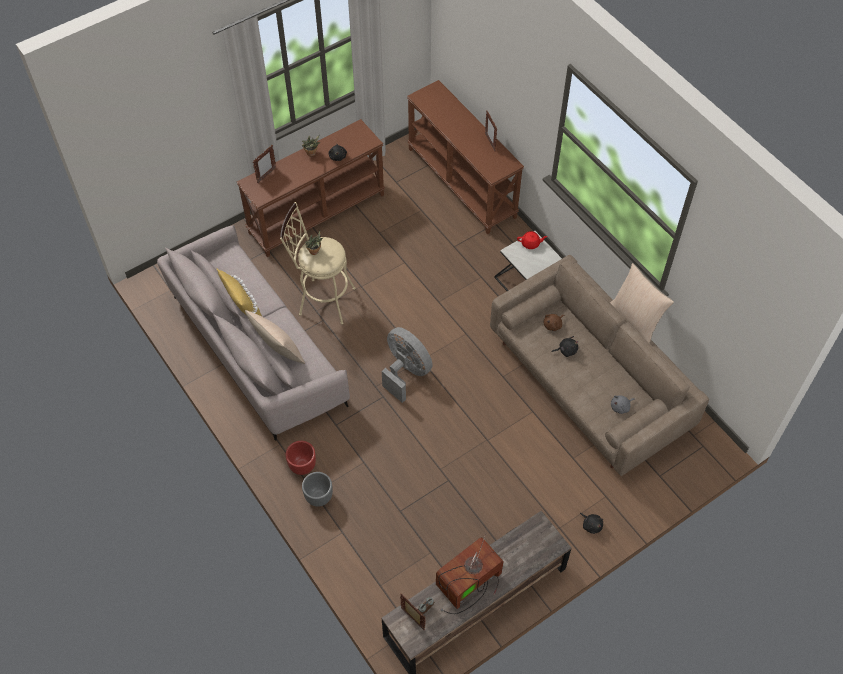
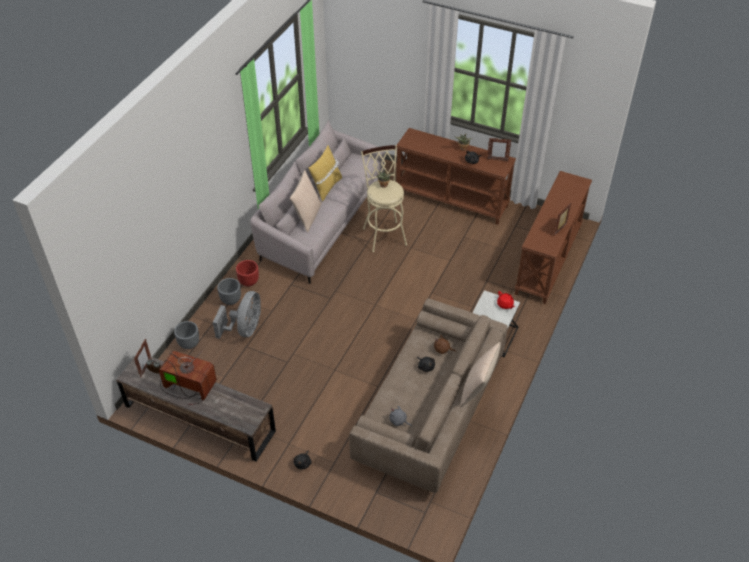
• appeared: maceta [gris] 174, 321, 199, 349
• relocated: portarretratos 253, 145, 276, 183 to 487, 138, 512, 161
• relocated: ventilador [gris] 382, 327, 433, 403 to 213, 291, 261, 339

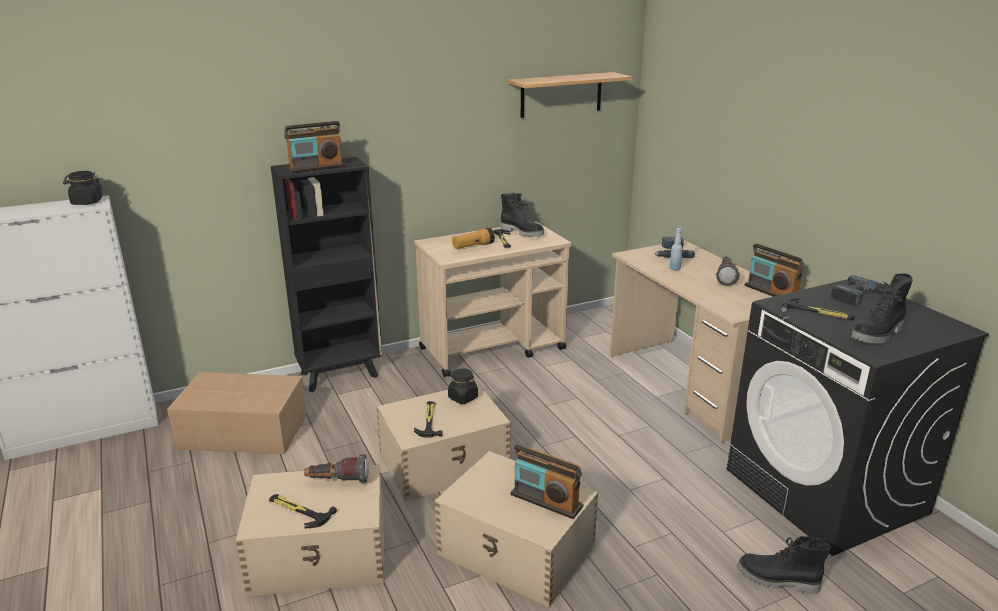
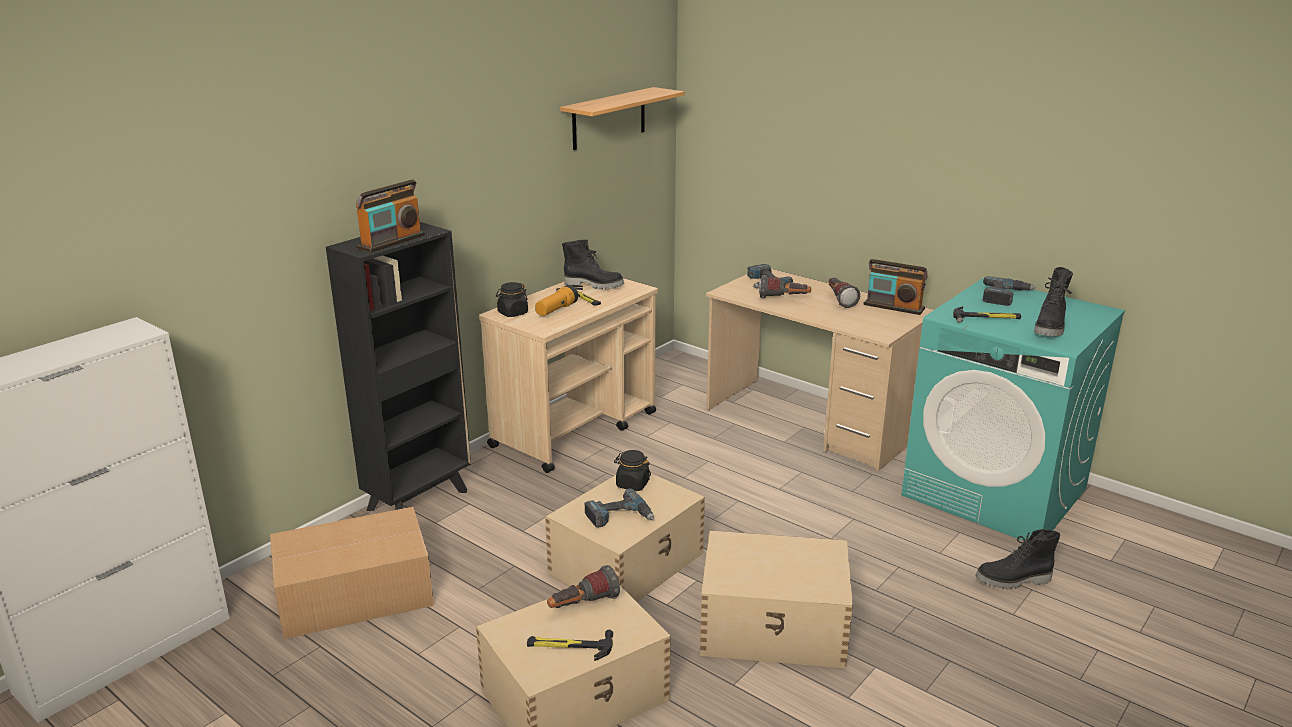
• missing: radio 510, 445, 583, 519
• relocated: tarro [negro] 63, 171, 103, 205 to 496, 282, 528, 317
• exchanged: martillo 414, 401, 443, 438 to taladro 585, 489, 654, 528
• exchanged: botella [azul] 669, 228, 683, 271 to linterna 759, 275, 811, 298
• colour: lavadora [negro] 727, 279, 989, 556 to lavadora [turquesa] 901, 278, 1125, 541

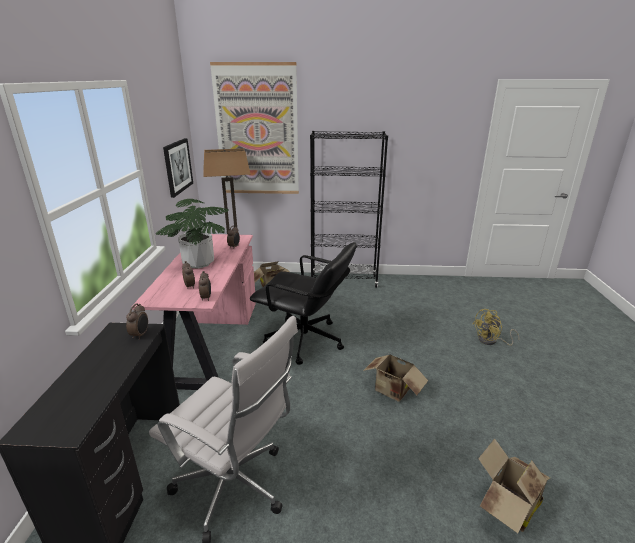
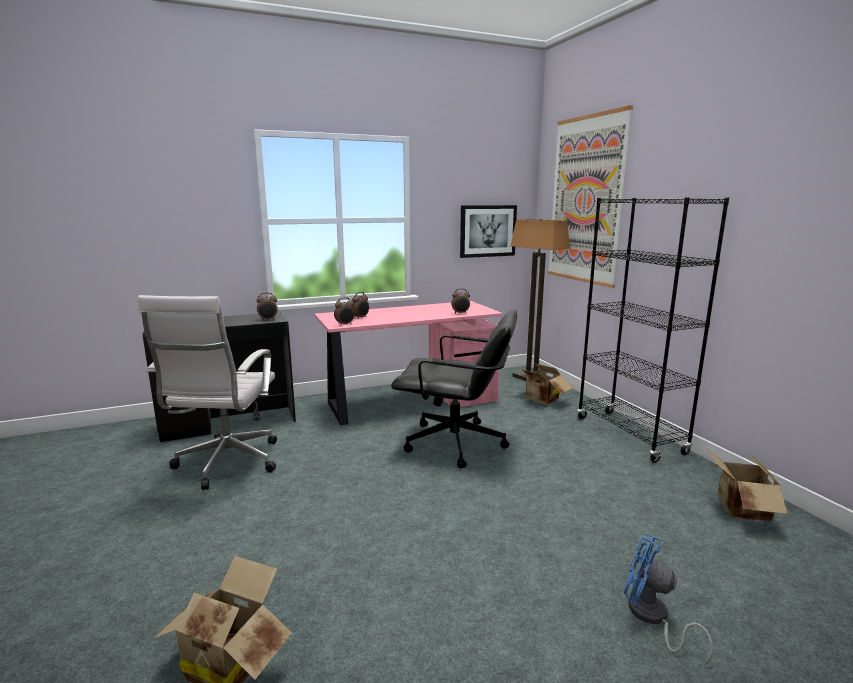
• missing: planta en maceta 156, 199, 229, 269
• relocated: caja de cartón 363, 353, 428, 402 to 707, 449, 788, 521
• colour: ventilador [amarillo] 473, 309, 519, 346 to ventilador [azul] 624, 533, 713, 665
• spun: silla de oficina [negro] 250, 242, 356, 365 = 391, 309, 517, 468 75 degrees counterclockwise

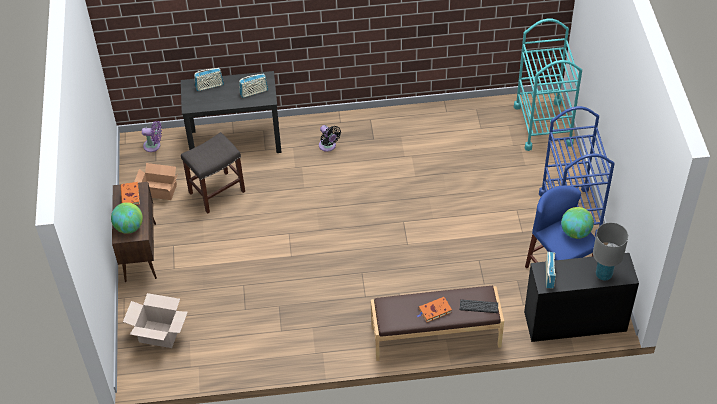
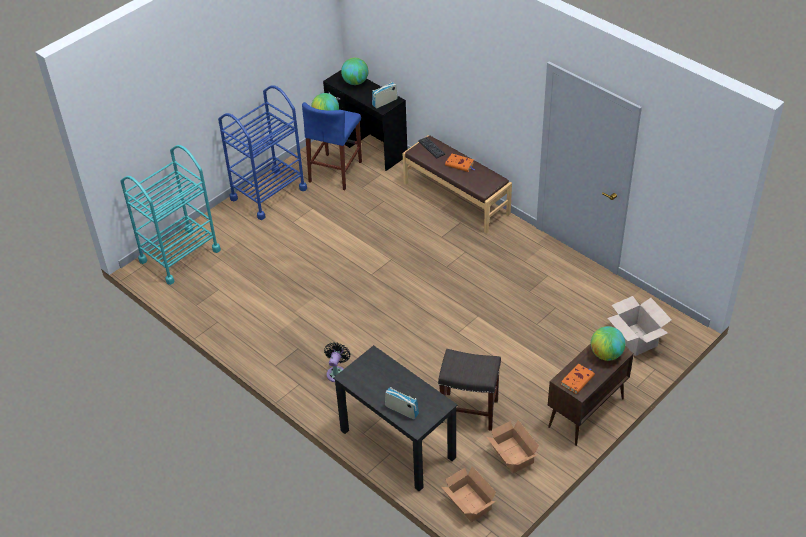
• missing: radio 239, 74, 268, 98
• exchanged: ventilador [morado] 142, 121, 162, 152 to caja de cartón 441, 466, 496, 522
• exchanged: lámpara de mesa [gris] 593, 222, 628, 281 to globo terráqueo 341, 58, 369, 85

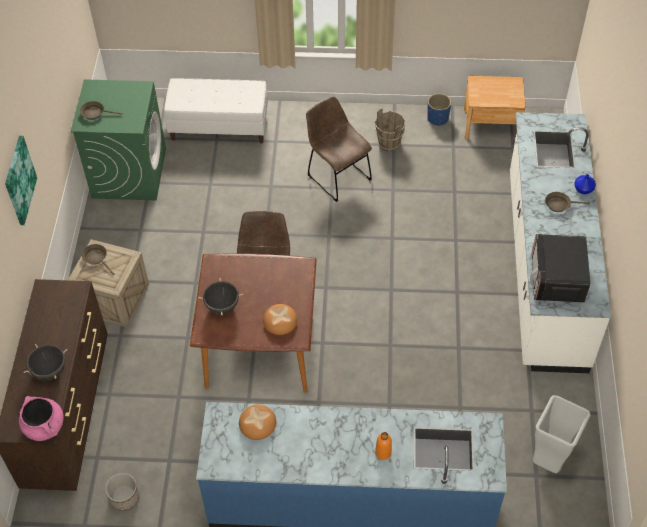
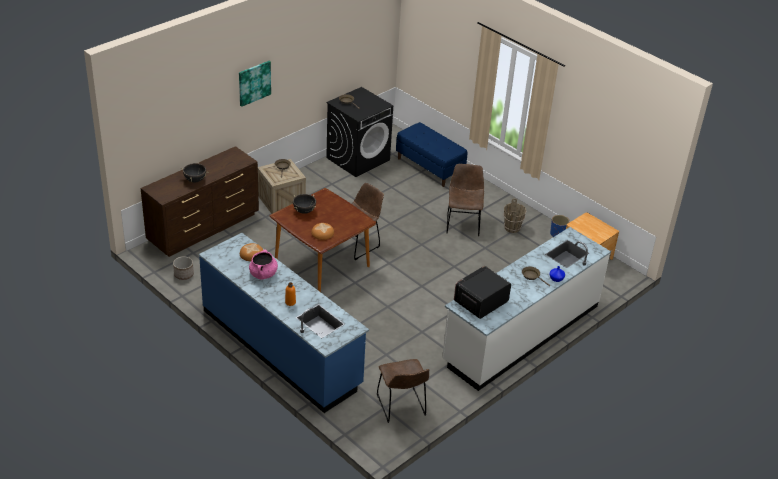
• relocated: olla [rosa] 19, 396, 64, 441 to 249, 250, 278, 279
• exchanged: papelera [gris] 533, 395, 590, 473 to silla [marrón] 377, 359, 429, 423
• colour: lavadora [verde] 71, 79, 166, 200 to lavadora [negro] 326, 87, 393, 177
• colour: banco [blanco] 164, 78, 268, 143 to banco [azul] 396, 122, 467, 187

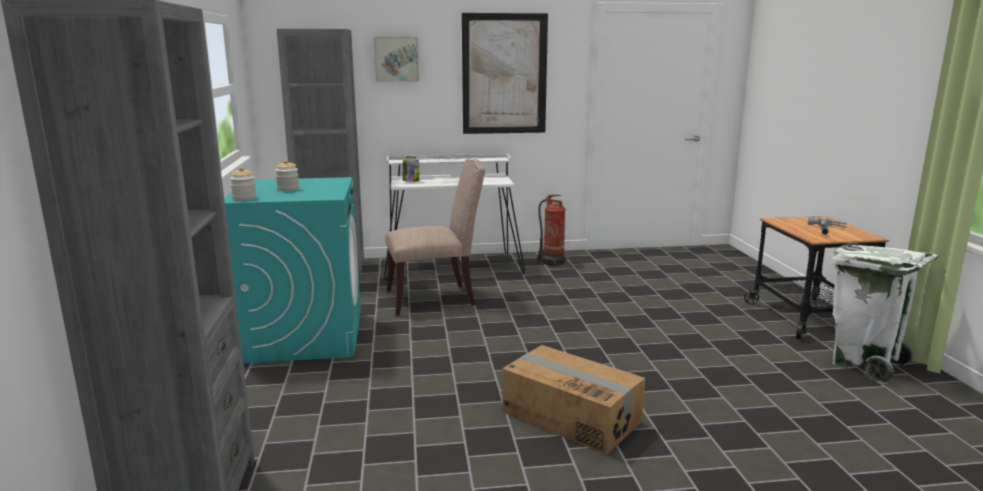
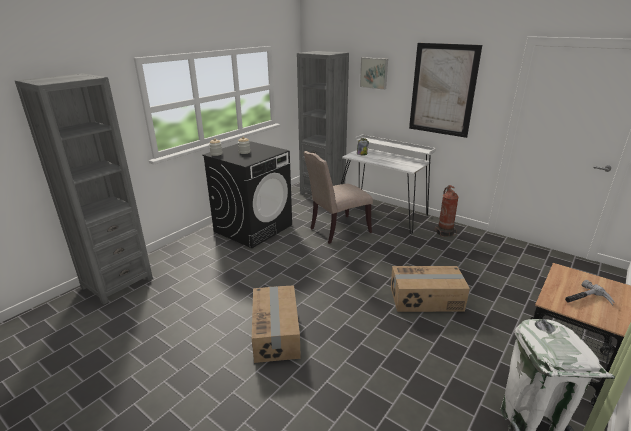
• appeared: caja de cartón 391, 266, 470, 312
• colour: lavadora [turquesa] 224, 177, 361, 363 to lavadora [negro] 202, 141, 292, 248
• spun: silla [beis] 385, 159, 485, 316 = 304, 151, 373, 244 120 degrees clockwise

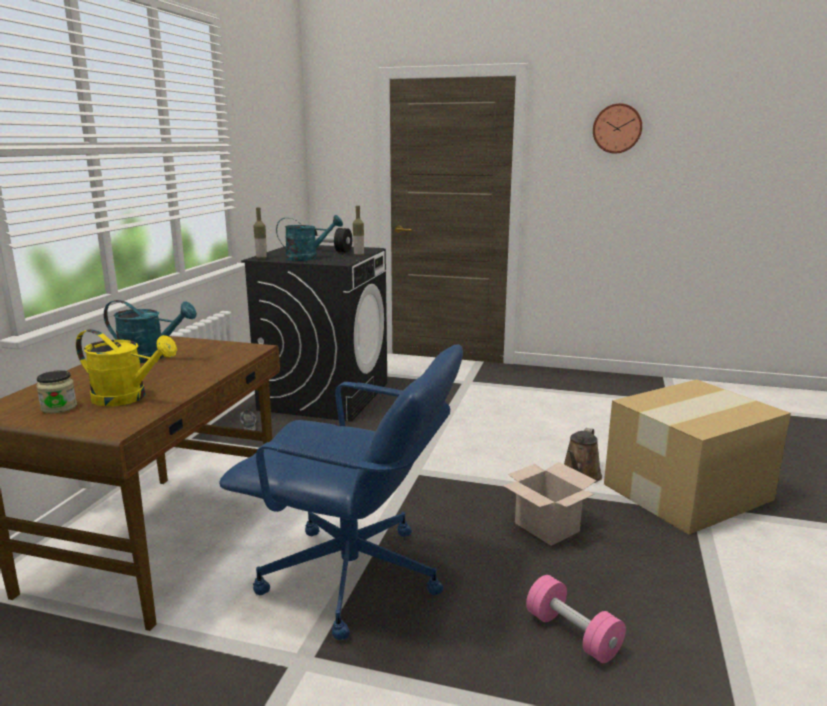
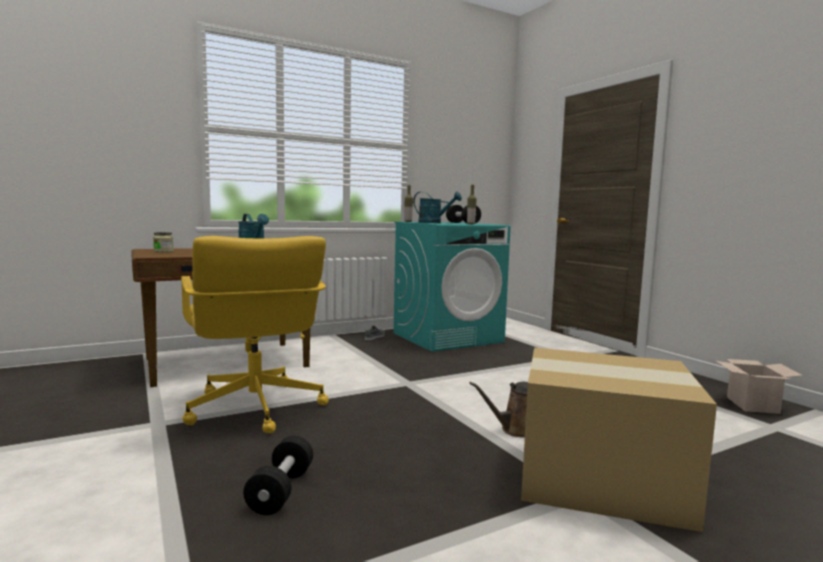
• missing: regadera [amarillo] 76, 329, 177, 406
• missing: reloj de pared 593, 103, 642, 153
• relocated: caja de cartón 503, 462, 597, 546 to 716, 359, 803, 414
• colour: silla de oficina [azul] 219, 344, 463, 640 to silla de oficina [amarillo] 181, 236, 329, 433
• colour: lavadora [negro] 241, 245, 387, 422 to lavadora [turquesa] 394, 222, 511, 352
• colour: mancuerna [rosa] 526, 575, 626, 663 to mancuerna [negro] 243, 435, 313, 515

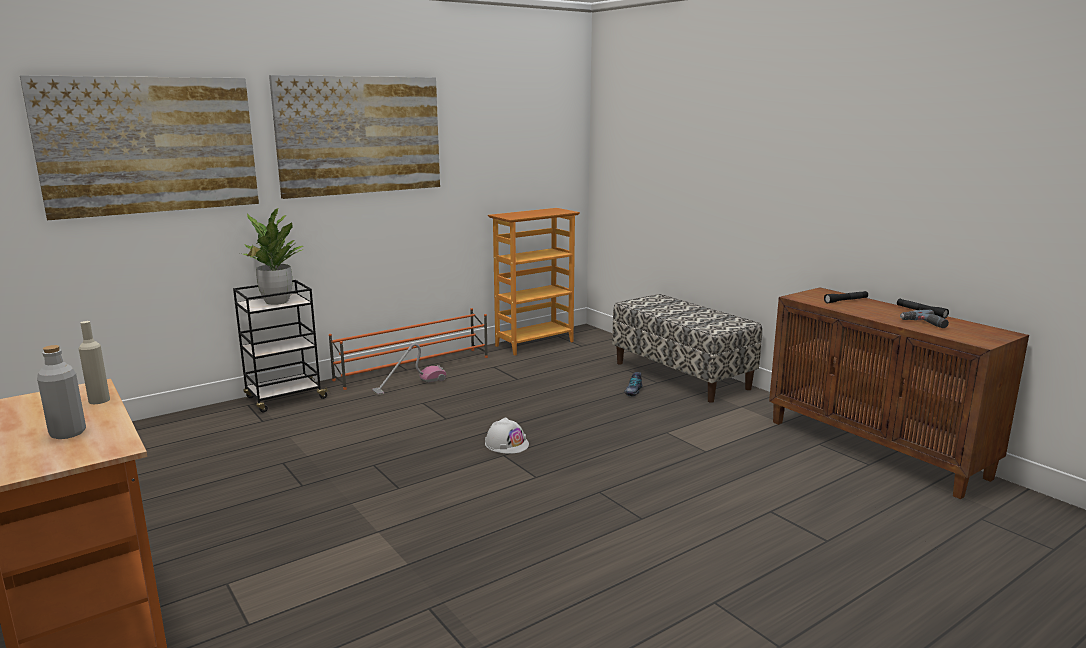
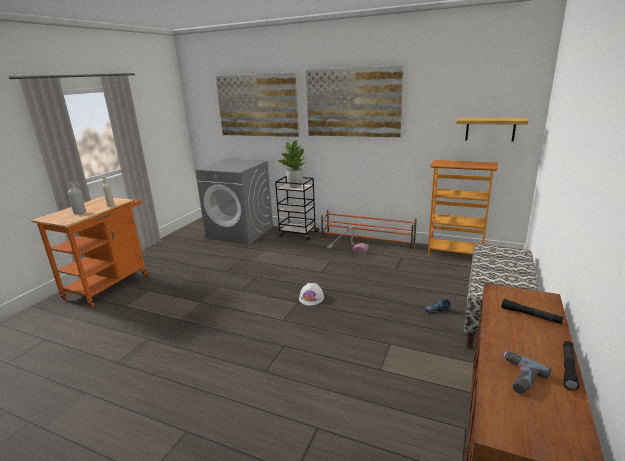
• appeared: lavadora [gris] 195, 159, 273, 244
• appeared: estante 456, 118, 529, 141

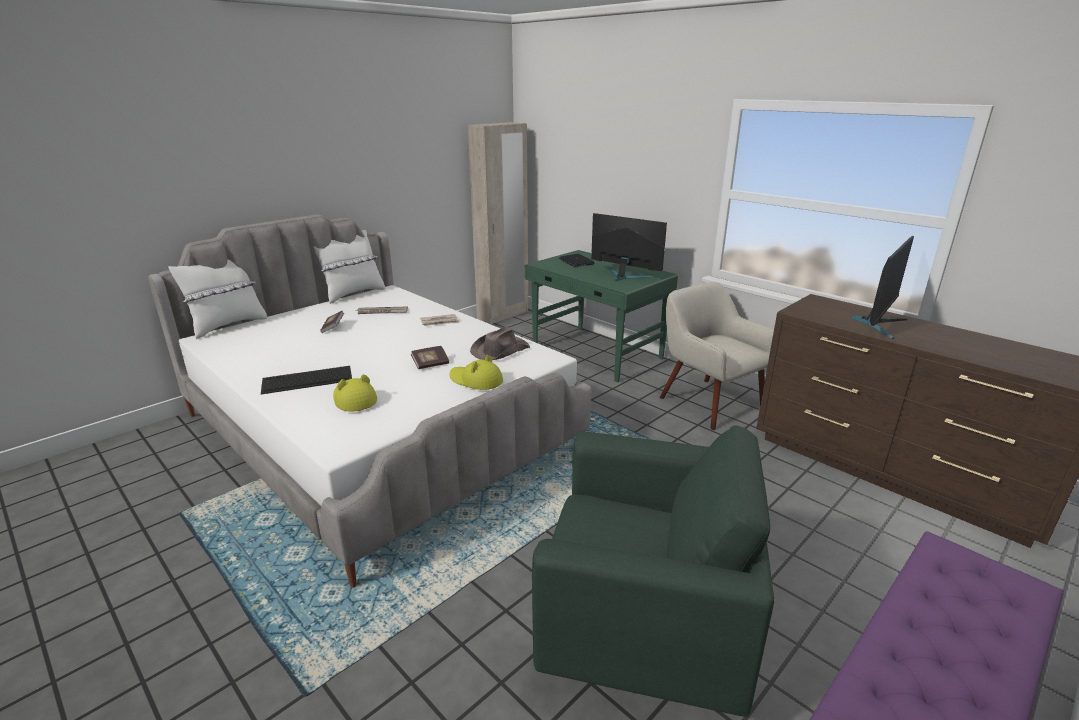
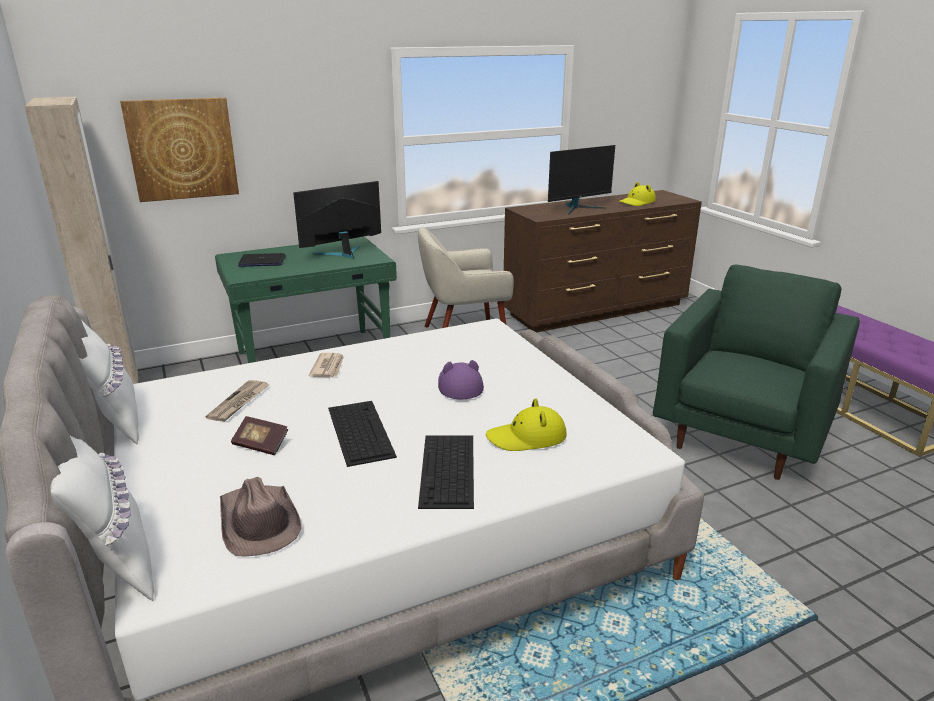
• appeared: cuadro 120, 98, 239, 202
• appeared: teclado 328, 401, 397, 467
• relocated: sombrero [amarillo] 449, 355, 503, 390 to 619, 182, 656, 206
• relocated: sombrero [marrón] 470, 327, 530, 360 to 220, 477, 301, 556
• exchanged: libro 411, 346, 449, 369 to sombrero [morado] 438, 360, 484, 399
• spun: monitor 850, 236, 914, 339 = 548, 145, 615, 214 90 degrees clockwise

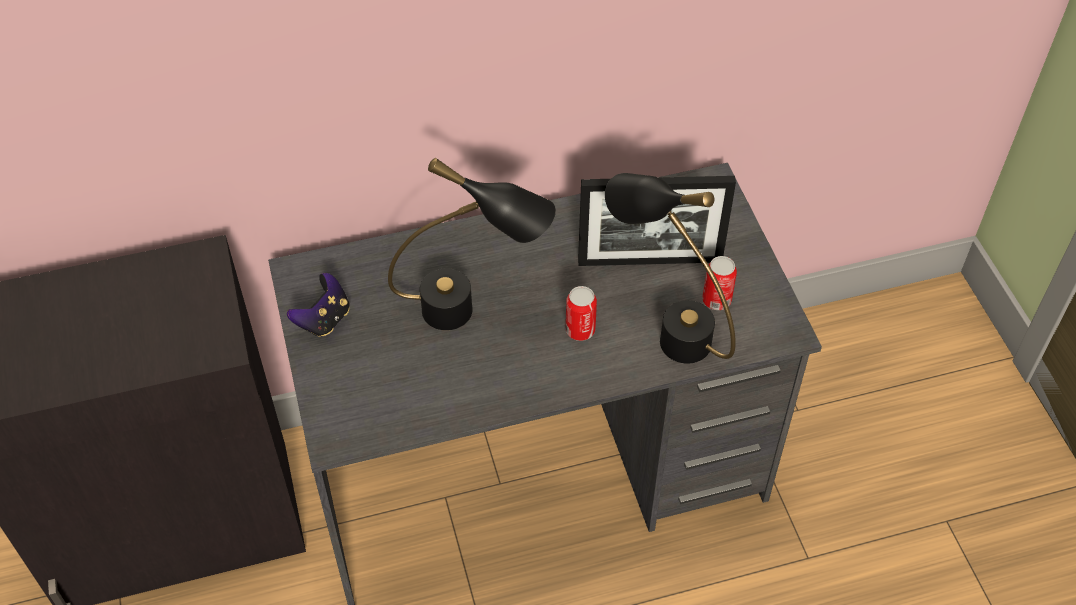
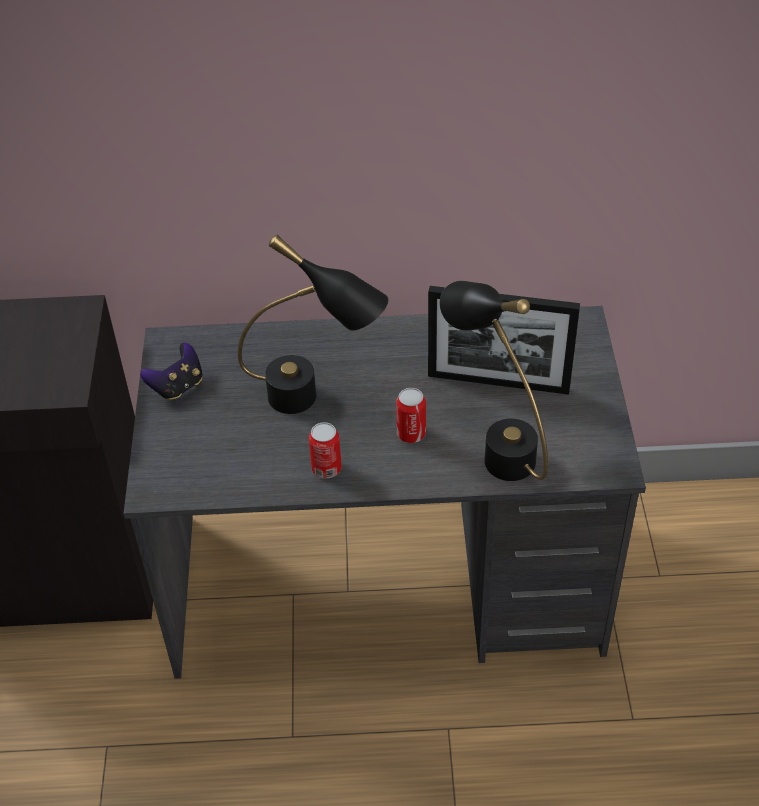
• relocated: lata 702, 256, 737, 310 to 309, 422, 342, 479

